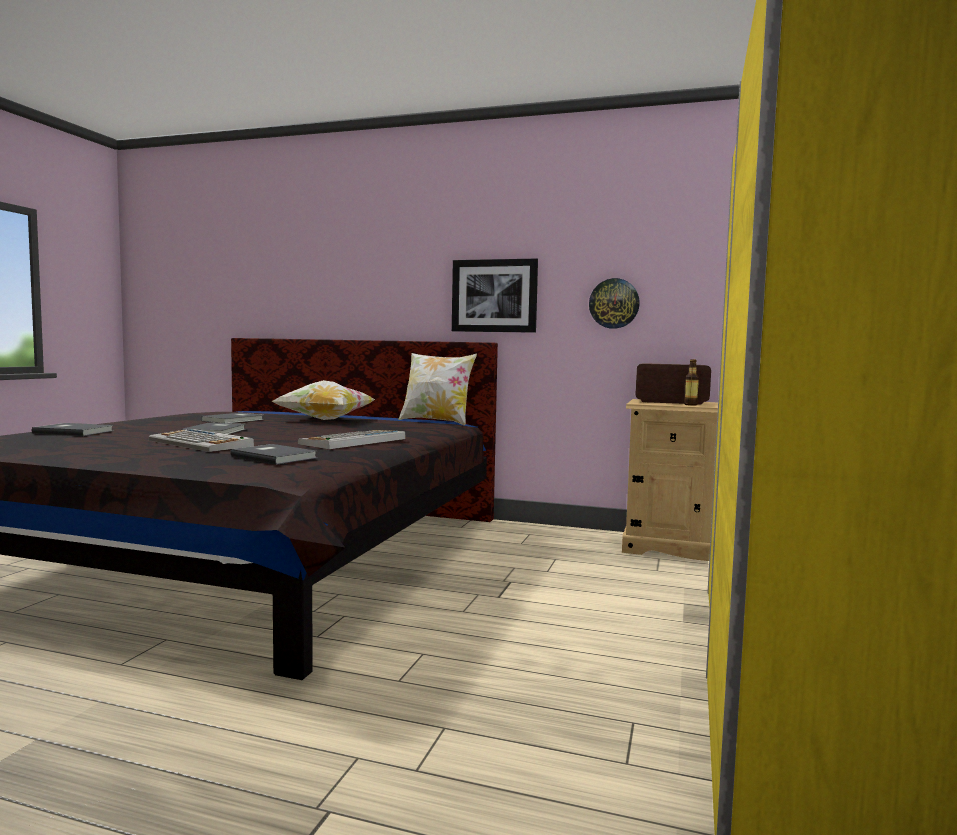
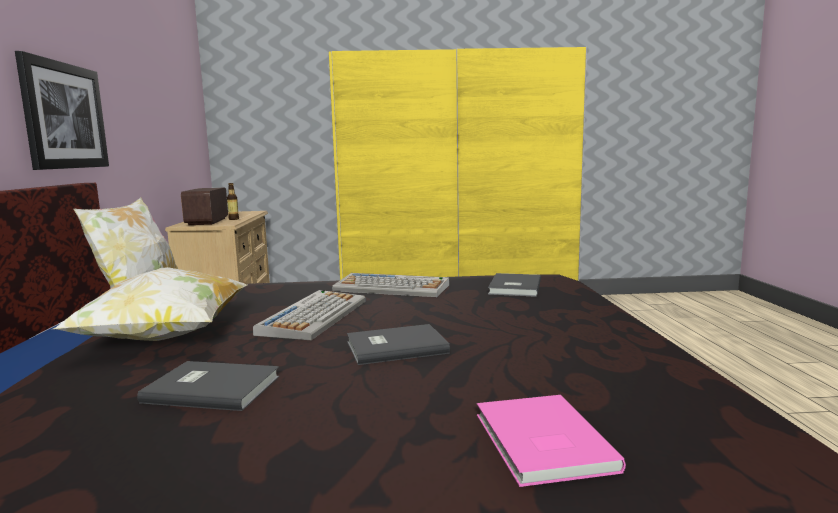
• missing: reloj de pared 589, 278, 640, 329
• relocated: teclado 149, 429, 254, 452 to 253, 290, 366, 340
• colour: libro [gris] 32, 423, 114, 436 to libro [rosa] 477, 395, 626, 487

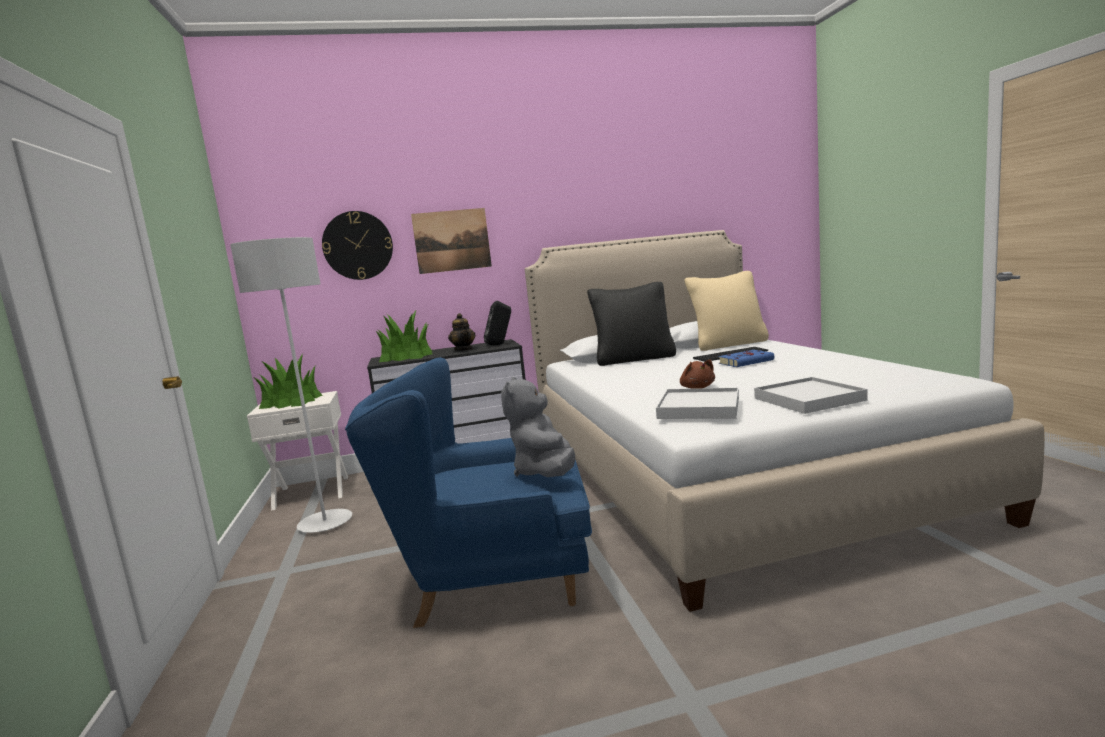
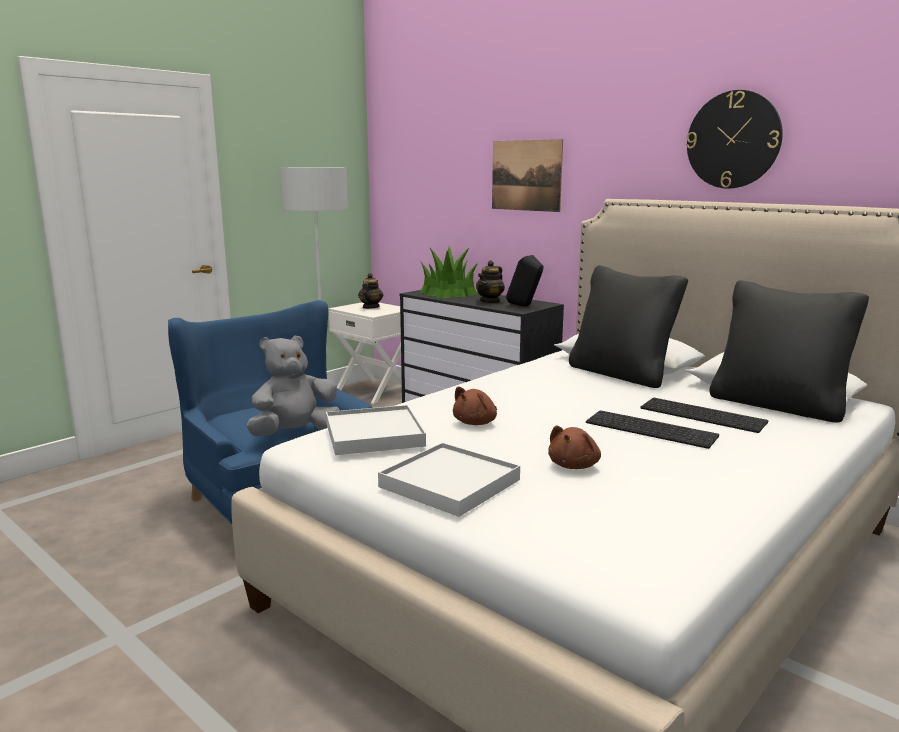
• appeared: peluche [marrón] 548, 425, 601, 469
• relocated: reloj de pared 322, 211, 393, 280 to 686, 90, 783, 189
• exchanged: planta en maceta 254, 354, 323, 409 to tetera 358, 273, 383, 309
• exchanged: libro [azul] 718, 350, 774, 367 to teclado 586, 410, 719, 449
• colour: cojín [beis] 684, 271, 769, 351 to cojín [negro] 710, 280, 869, 422

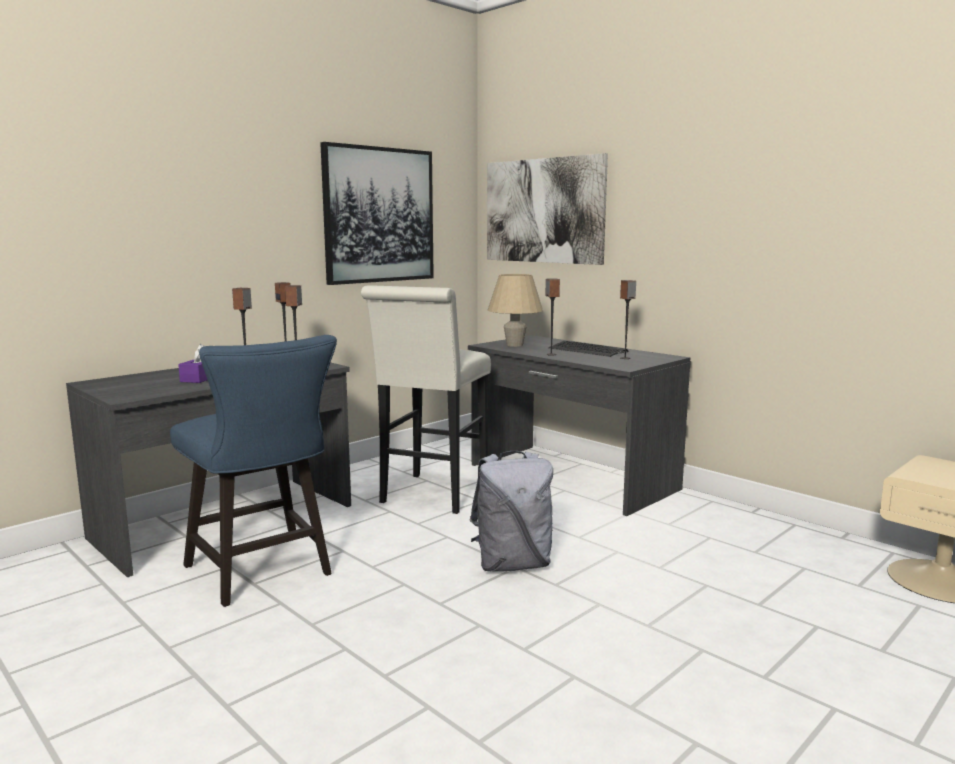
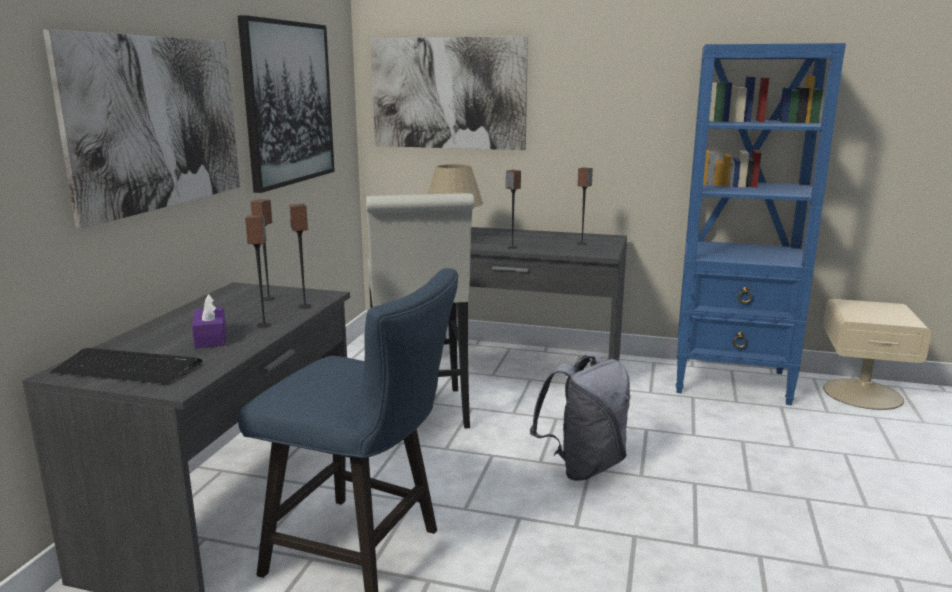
• appeared: cuadro 43, 29, 240, 229
• appeared: estantería [azul] 676, 43, 846, 405
• relocated: teclado 548, 341, 629, 357 to 50, 348, 203, 385

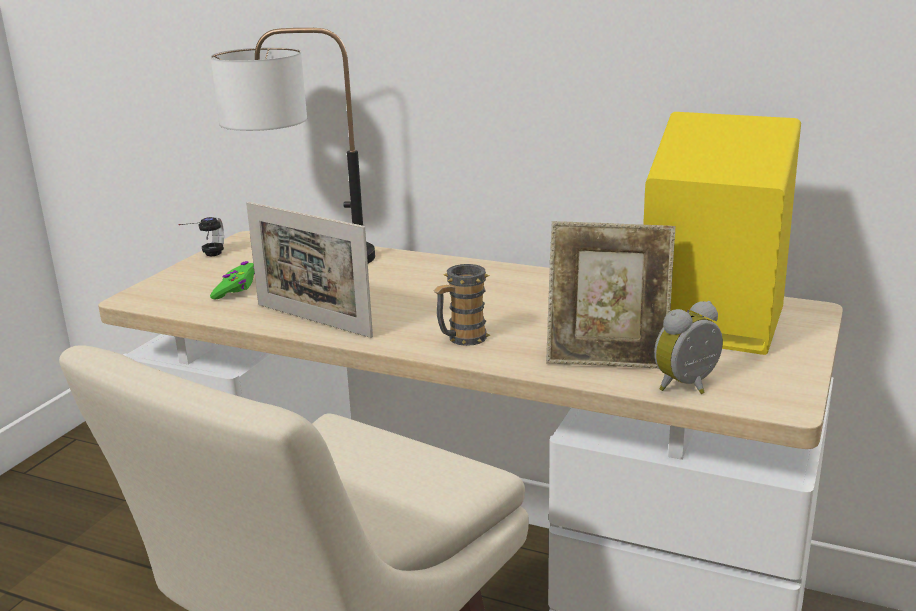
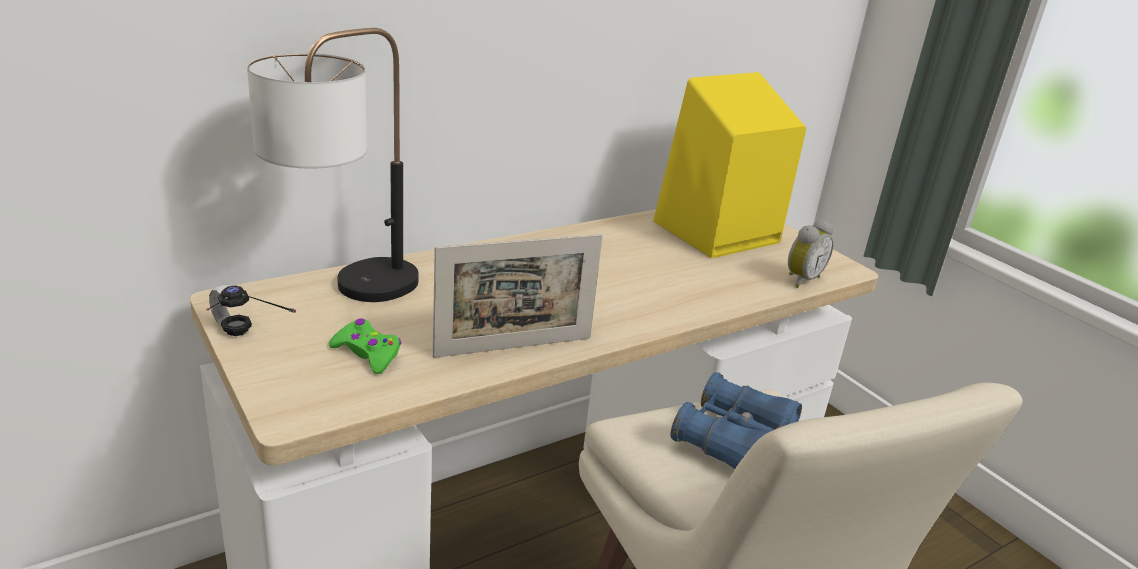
• missing: taza grande 433, 264, 490, 346
• missing: portarretratos 546, 221, 675, 369
• appeared: prismáticos [azul] 671, 372, 802, 469
• spun: despertador 654, 301, 723, 394 = 788, 220, 833, 288 135 degrees counterclockwise

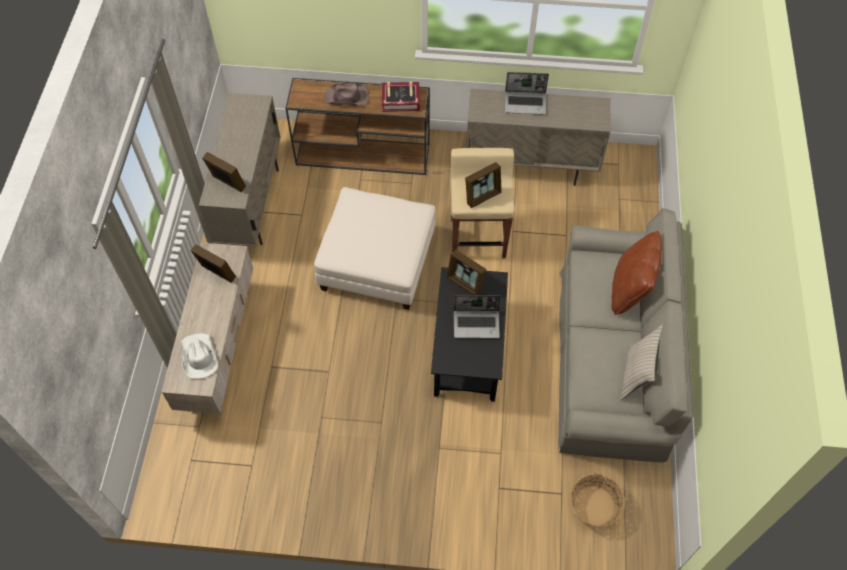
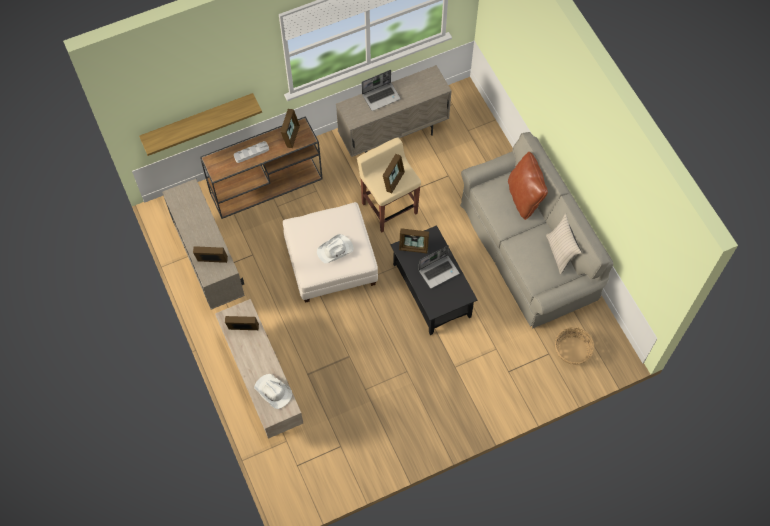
• appeared: estante 139, 93, 262, 156
• appeared: sombrero [blanco] 317, 234, 354, 263
• exchanged: sombrero [marrón] 324, 83, 369, 106 to bandeja [gris] 234, 141, 269, 163
• exchanged: libro 382, 81, 420, 112 to portarretratos 280, 109, 300, 148

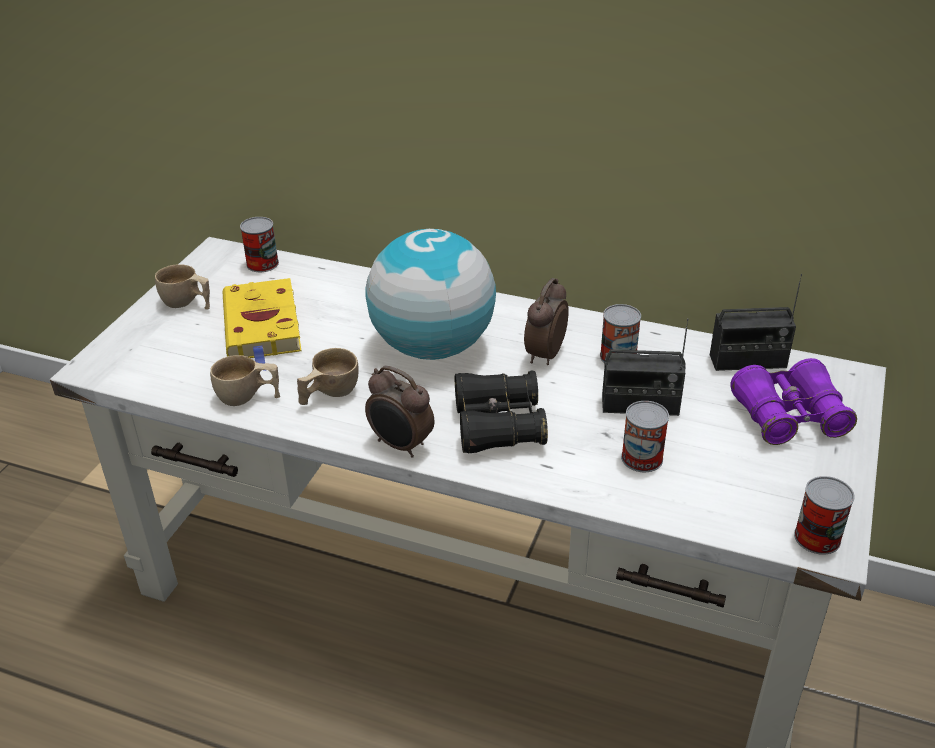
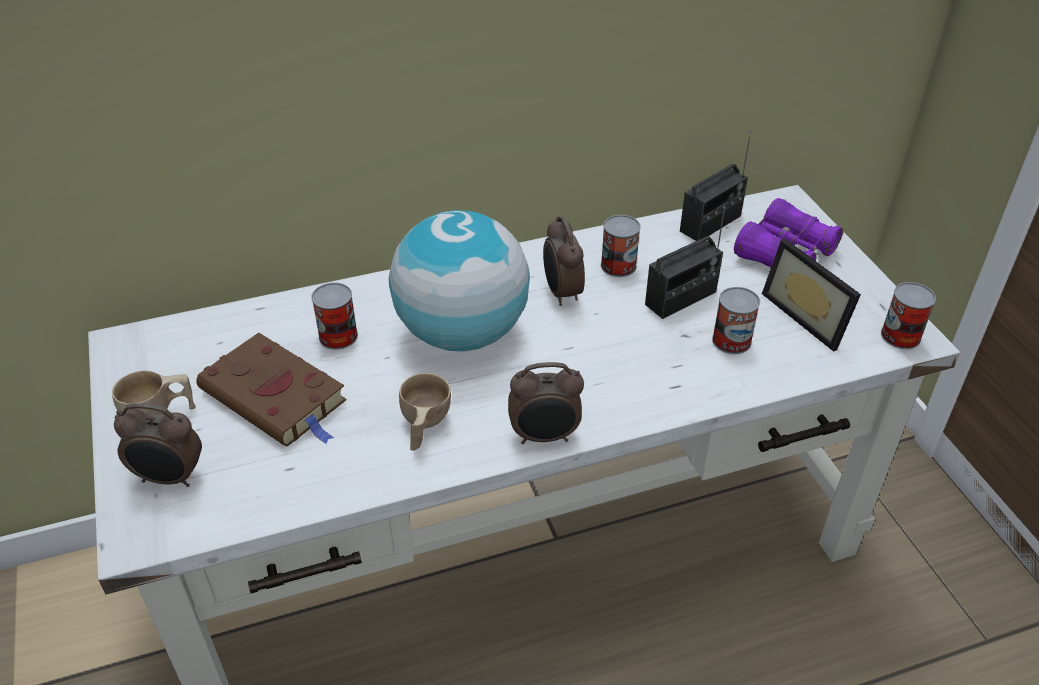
• missing: taza [beis] 210, 355, 280, 406
• missing: prismáticos [negro] 455, 370, 548, 454
• appeared: despertador 114, 403, 202, 487
• appeared: portarretratos 762, 238, 861, 351
• relocated: lata 240, 217, 279, 272 to 311, 283, 358, 350
• colour: libro [amarillo] 222, 278, 302, 371 to libro [marrón] 196, 333, 346, 447

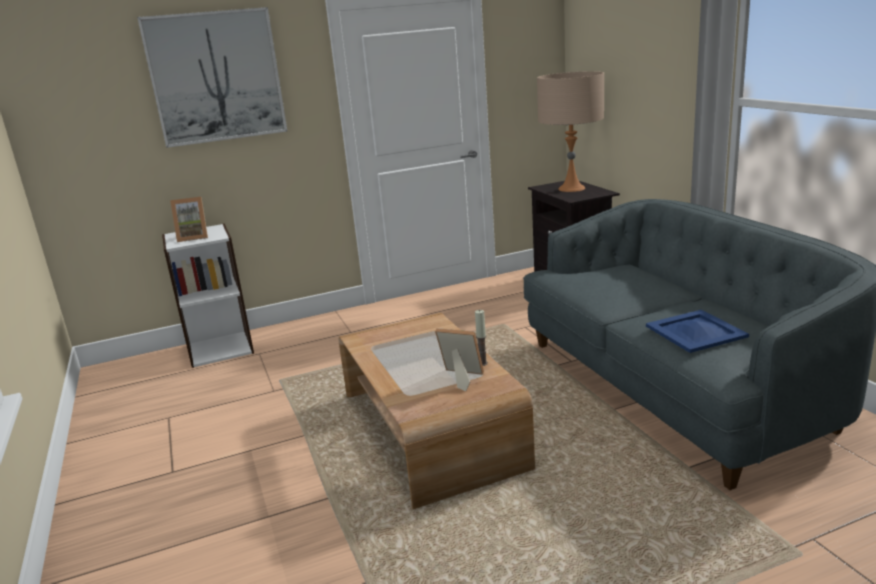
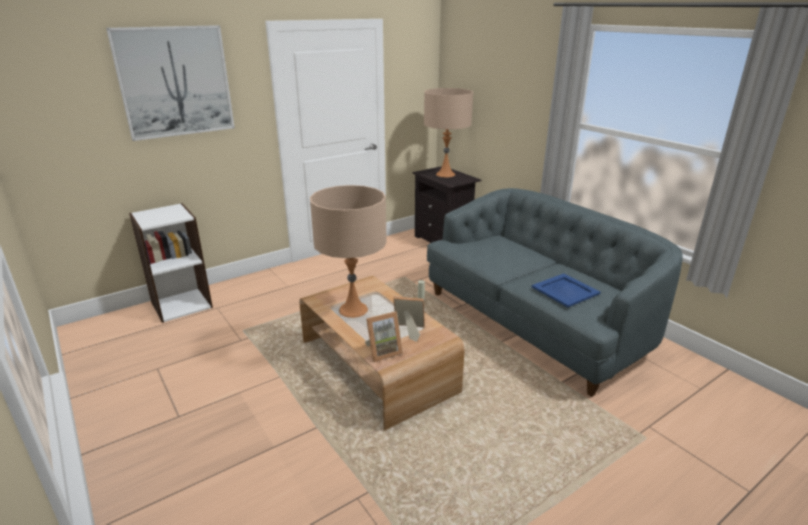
• appeared: lámpara de mesa [beis] 310, 185, 387, 318
• relocated: portarretratos 170, 197, 208, 242 to 365, 311, 403, 362

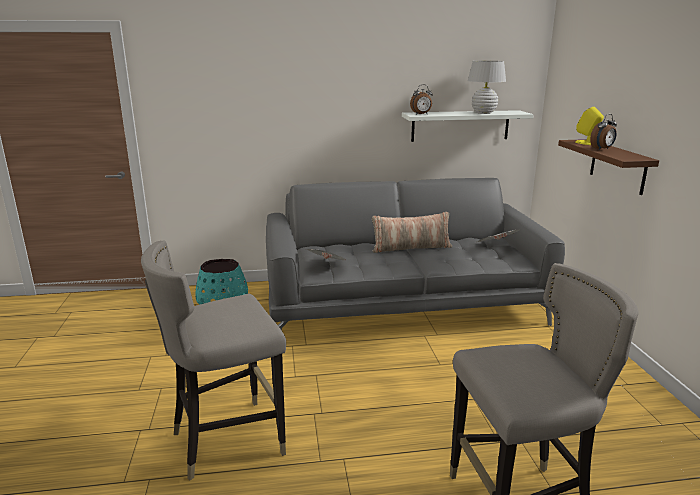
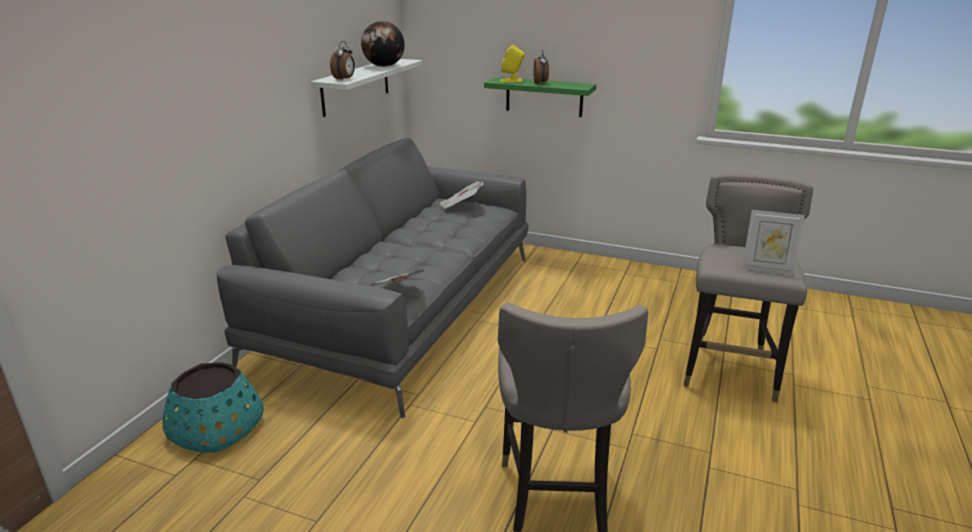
• missing: cojín 372, 212, 452, 253
• appeared: portarretratos 742, 210, 805, 275
• exchanged: lámpara de mesa [blanco] 468, 61, 506, 114 to globo terráqueo 361, 21, 405, 67
• colour: estante [marrón] 558, 139, 659, 195 to estante [verde] 484, 77, 596, 117

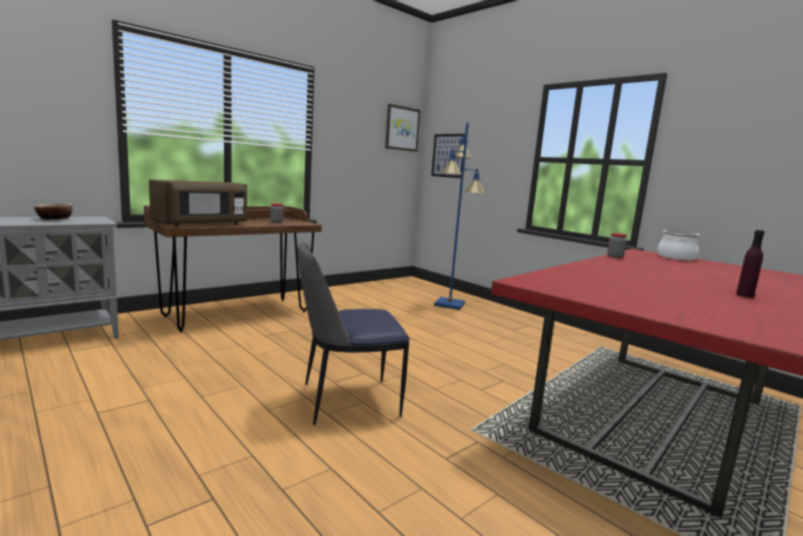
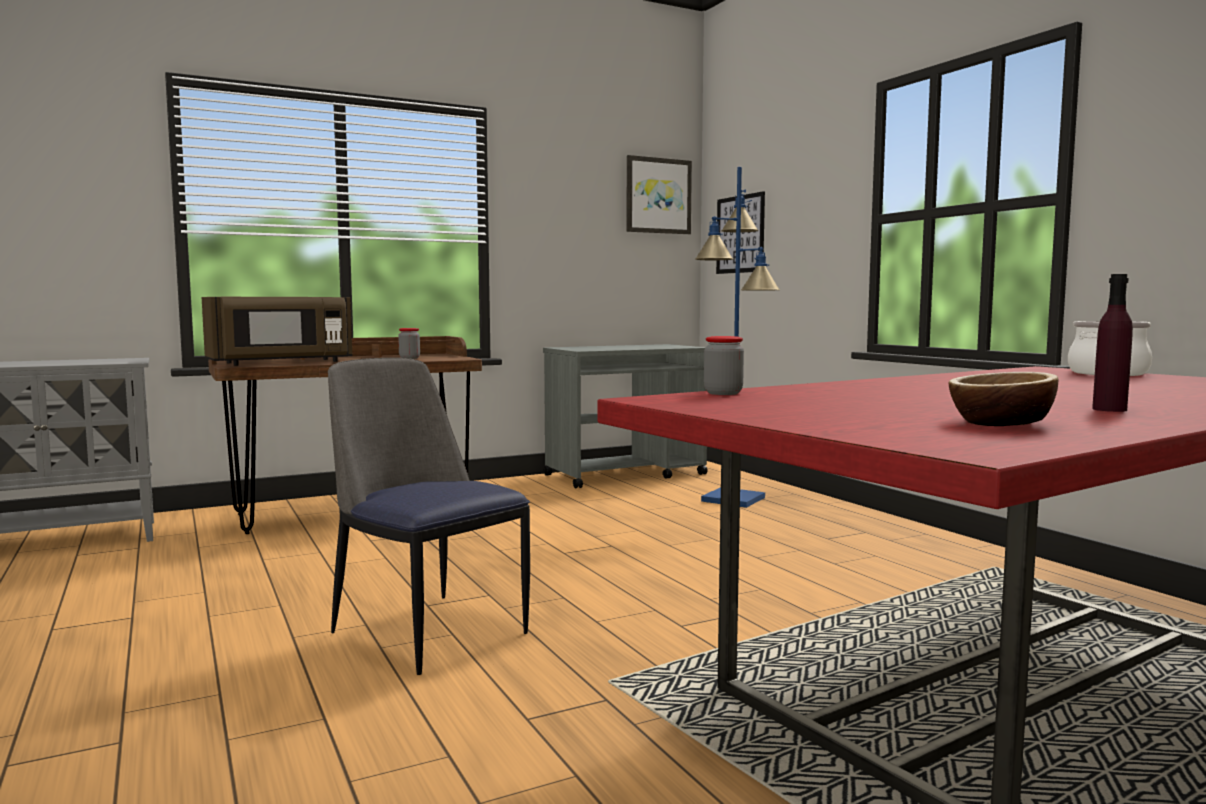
• appeared: carrito [gris] 543, 344, 708, 489
• relocated: cuenco 34, 203, 73, 220 to 949, 372, 1058, 426
• relocated: tarro 607, 233, 627, 258 to 704, 336, 744, 395
• spun: silla 297, 241, 410, 425 = 328, 358, 530, 675 45 degrees clockwise

